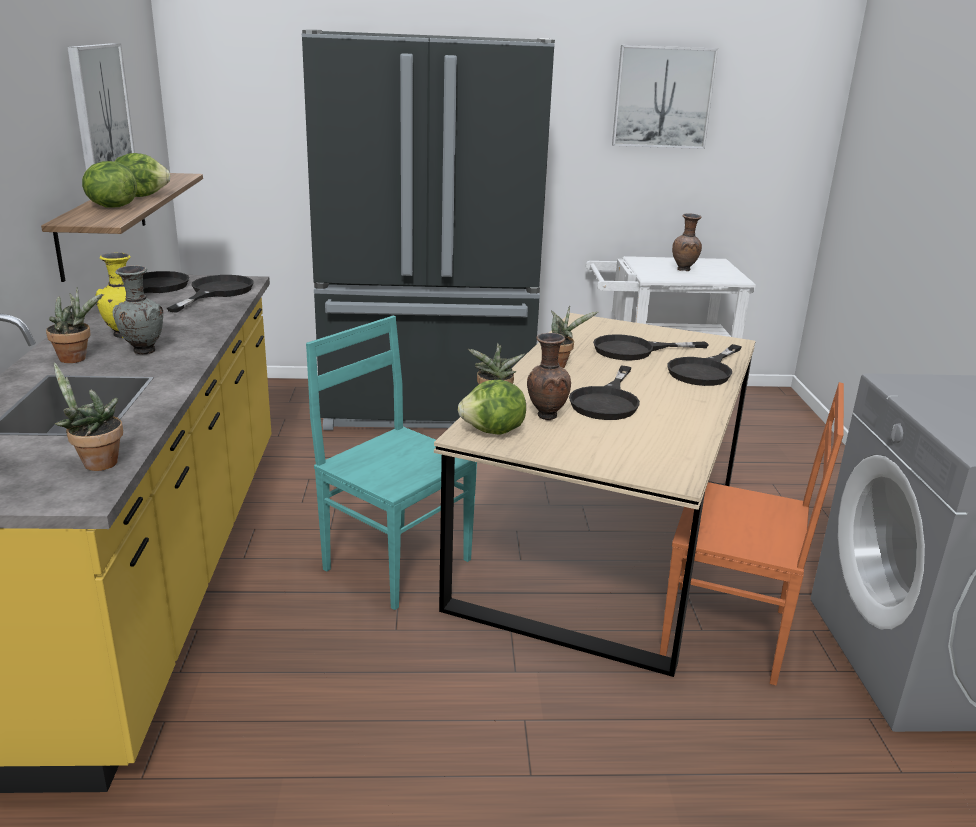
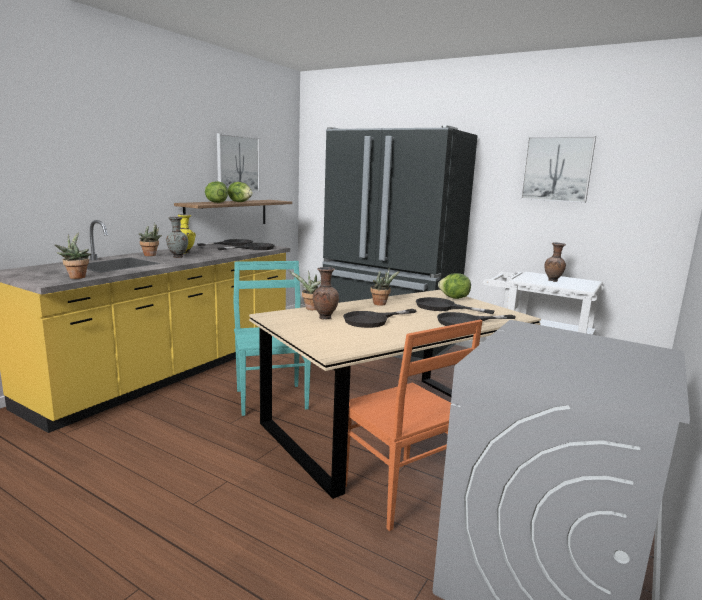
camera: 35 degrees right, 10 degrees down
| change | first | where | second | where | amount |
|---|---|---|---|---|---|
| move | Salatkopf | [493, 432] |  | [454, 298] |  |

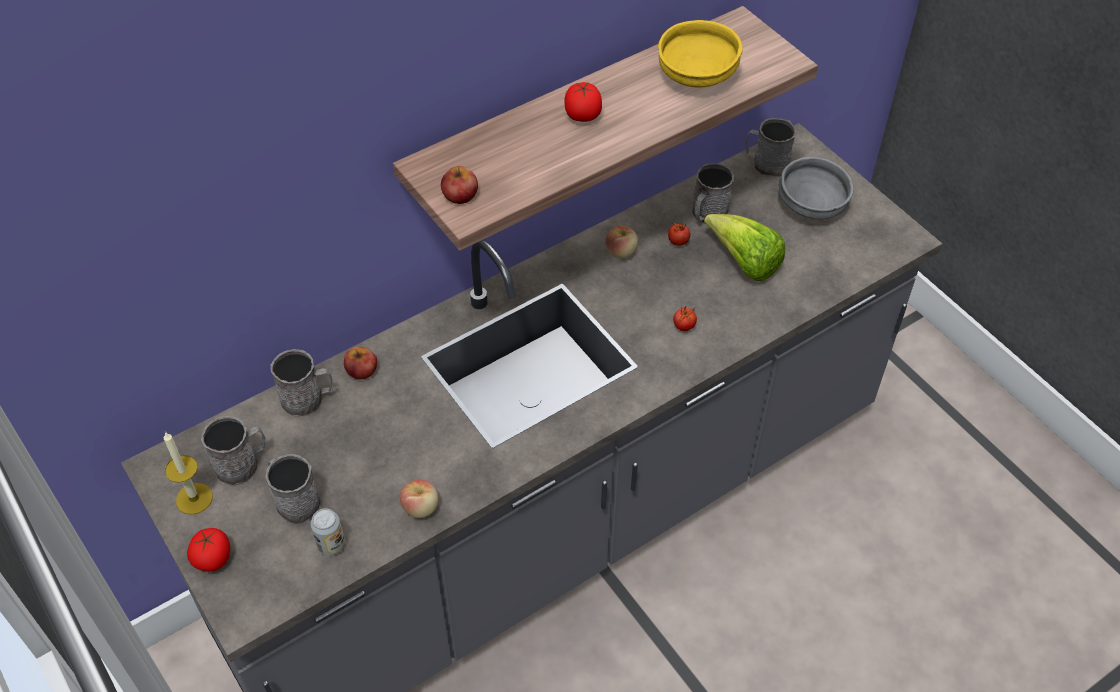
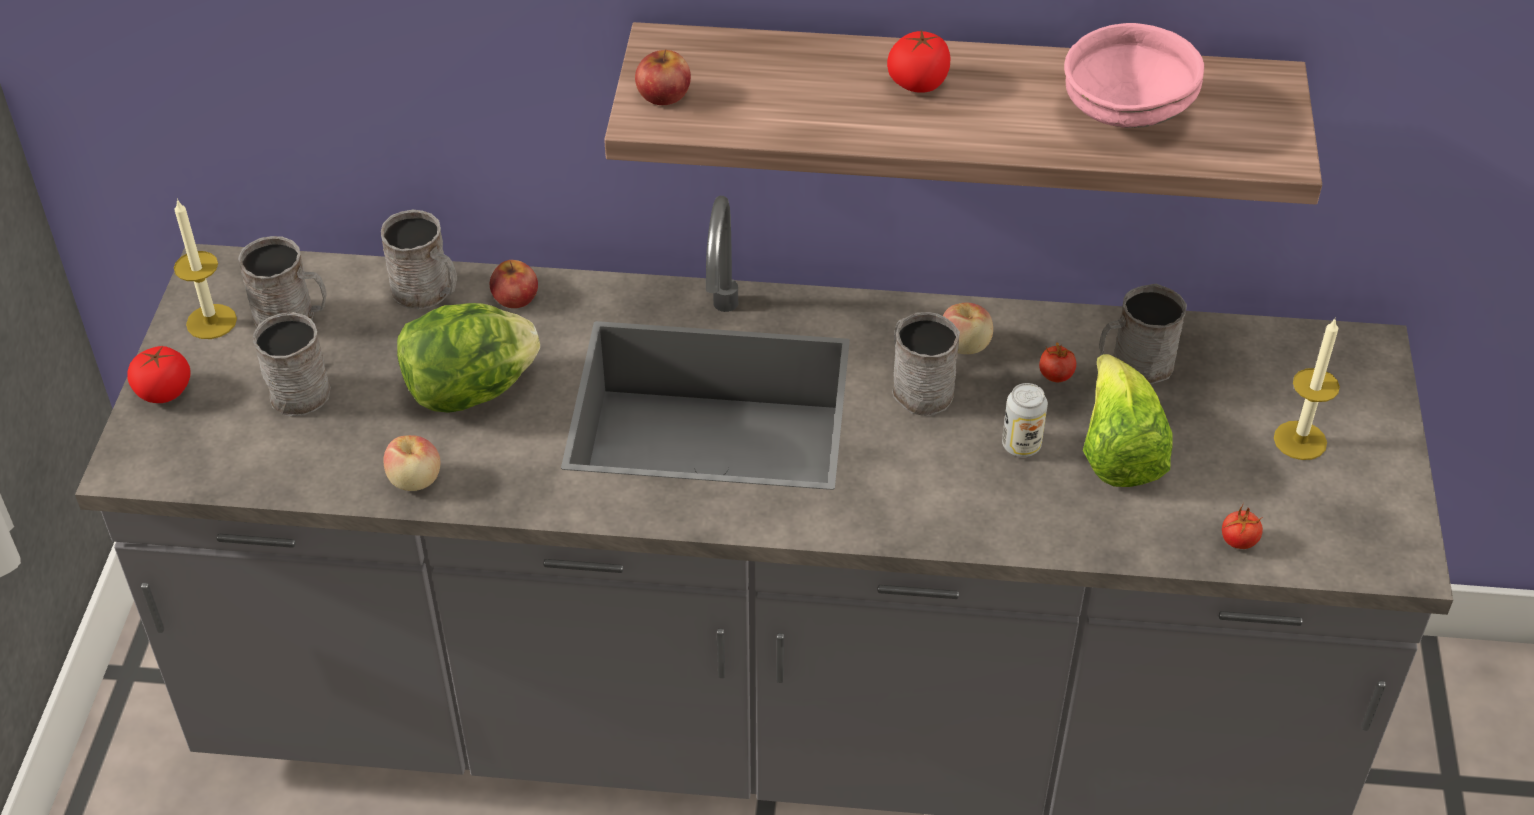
camera: 40 degrees right, 5 degrees down
| change | first | where | second | where | amount |
|---|---|---|---|---|---|
| move | Dose | [331, 545] |  | [1021, 445] |  |
| recolor | Schüssel [gelb] | [695, 76] | Schüssel [rosa] | [1124, 112] |  |
| move | Tomate | [684, 326] |  | [1238, 542] |  |
| move | Henkelbecher [grau] | [765, 164] |  | [917, 387] |  |
| replace | Schüssel [grau] | [812, 207] | Kerze | [1300, 440] |  |
| insert |  |  | Salatkopf | [470, 390] |  |

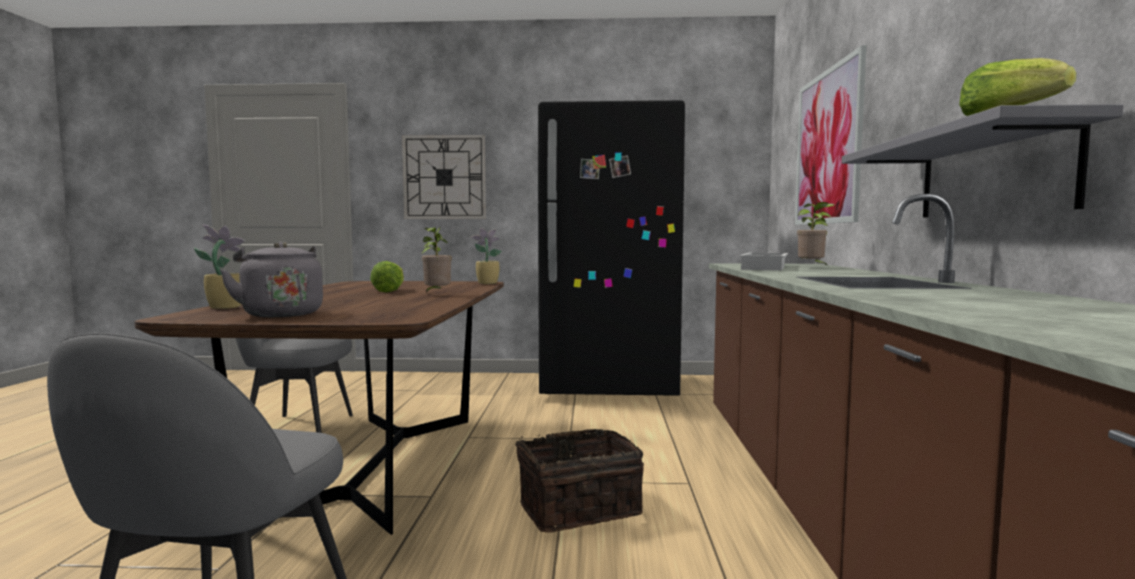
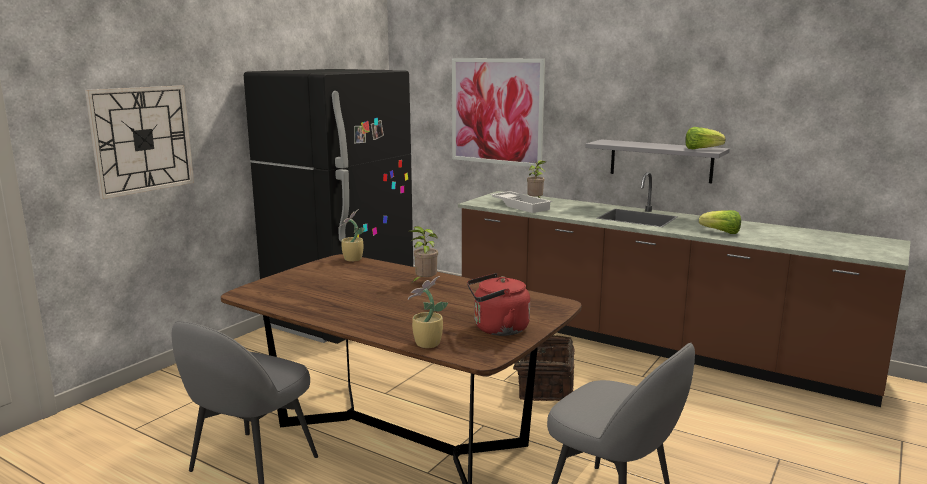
camera: 60 degrees left, 10 degrees up
| change | first | where | second | where | amount |
|---|---|---|---|---|---|
| recolor | Wasserkessel [grau] | [280, 314] | Wasserkessel [rot] | [497, 329] |  |
| move | Salatkopf | [389, 291] |  | [721, 232] |  |

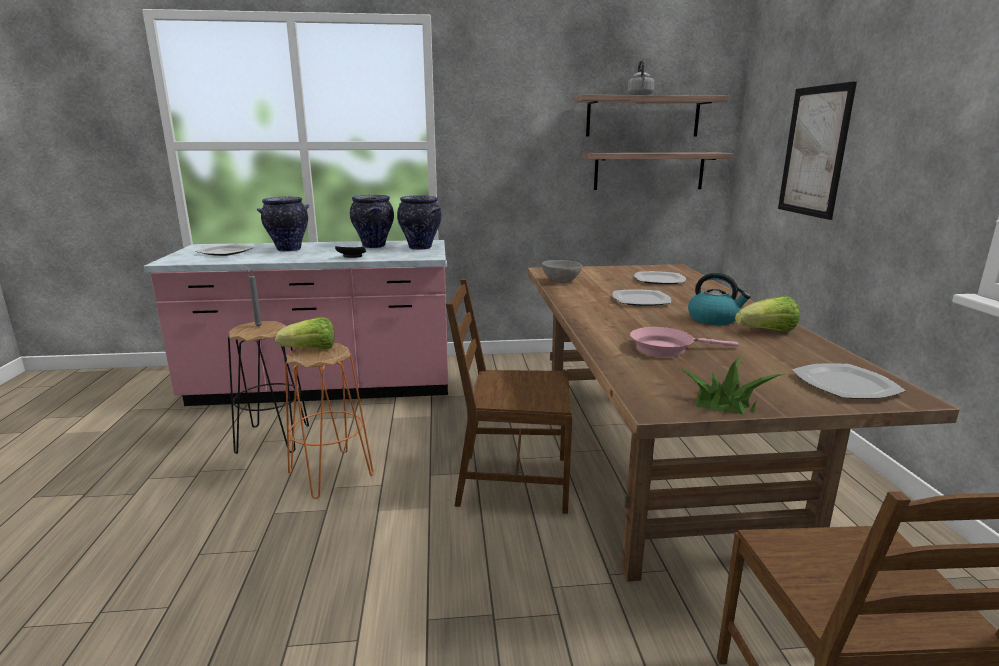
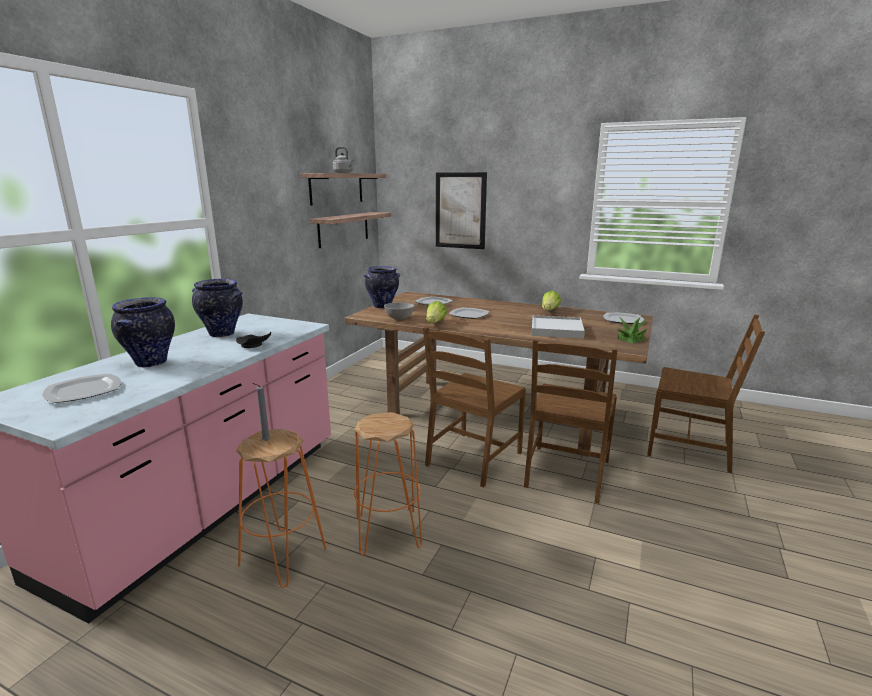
camera: 60 degrees left, 0 degrees up
| change | first | where | second | where | amount |
|---|---|---|---|---|---|
| recolor | Hocker [schwarz] | [273, 439] | Hocker [orange] | [282, 556] |  |
| move | Salatkopf | [310, 350] |  | [435, 323] |  |
| move | Vase | [421, 248] |  | [383, 306] |  |
| replace | Pfanne [rosa] | [666, 348] | Tablett [weiß] | [556, 330] |  |
| delete | Wasserkessel | [714, 319] |  |  |  |
| insert |  |  | Stuhl [braun] | [567, 473] |  |

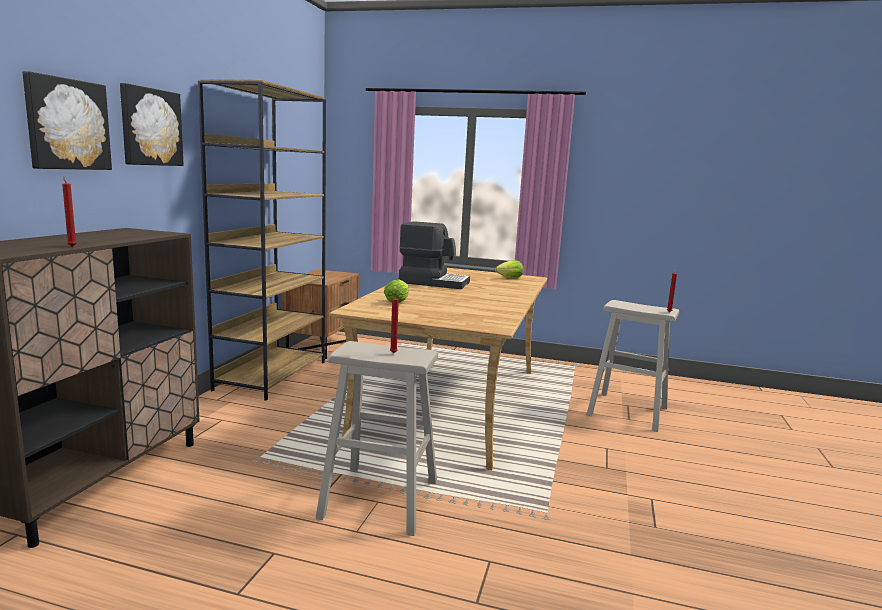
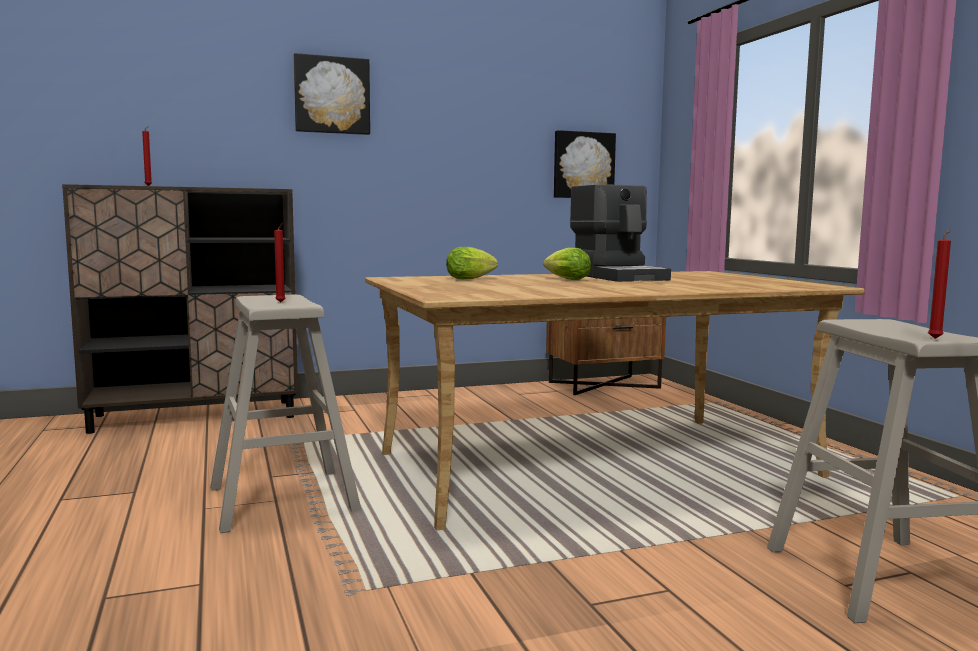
camera: 55 degrees right, 5 degrees down
| change | first | where | second | where | amount |
|---|---|---|---|---|---|
| move | Bild | [67, 124] |  | [583, 165] |  |
| delete | Bücherregal [braun] | [271, 375] |  |  |  |
| move | Salatkopf | [508, 278] |  | [565, 279] |  |

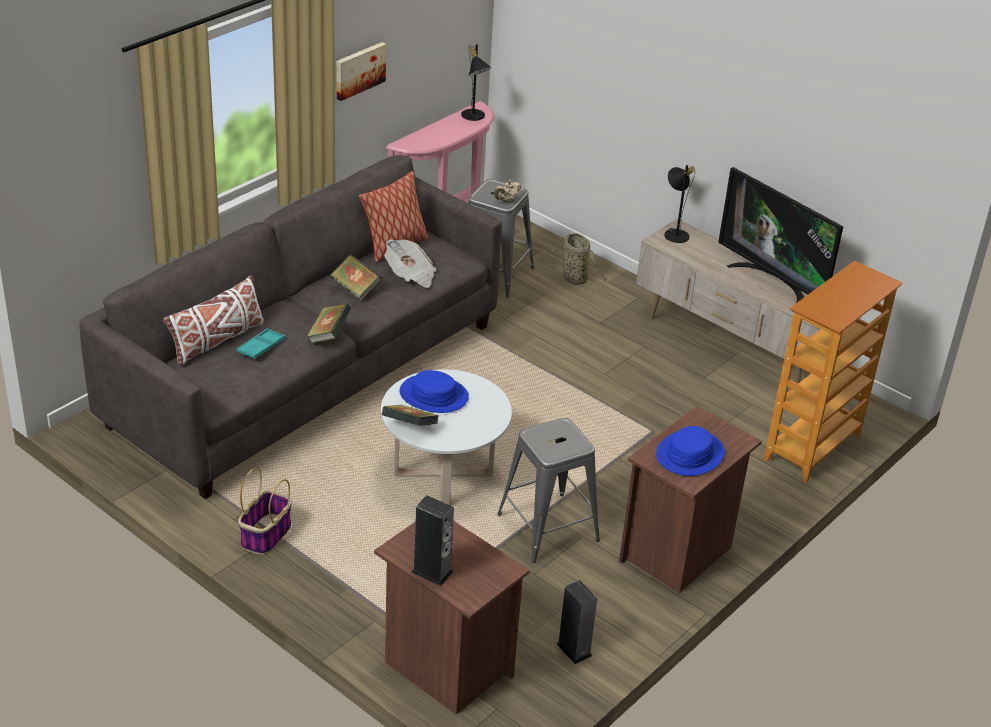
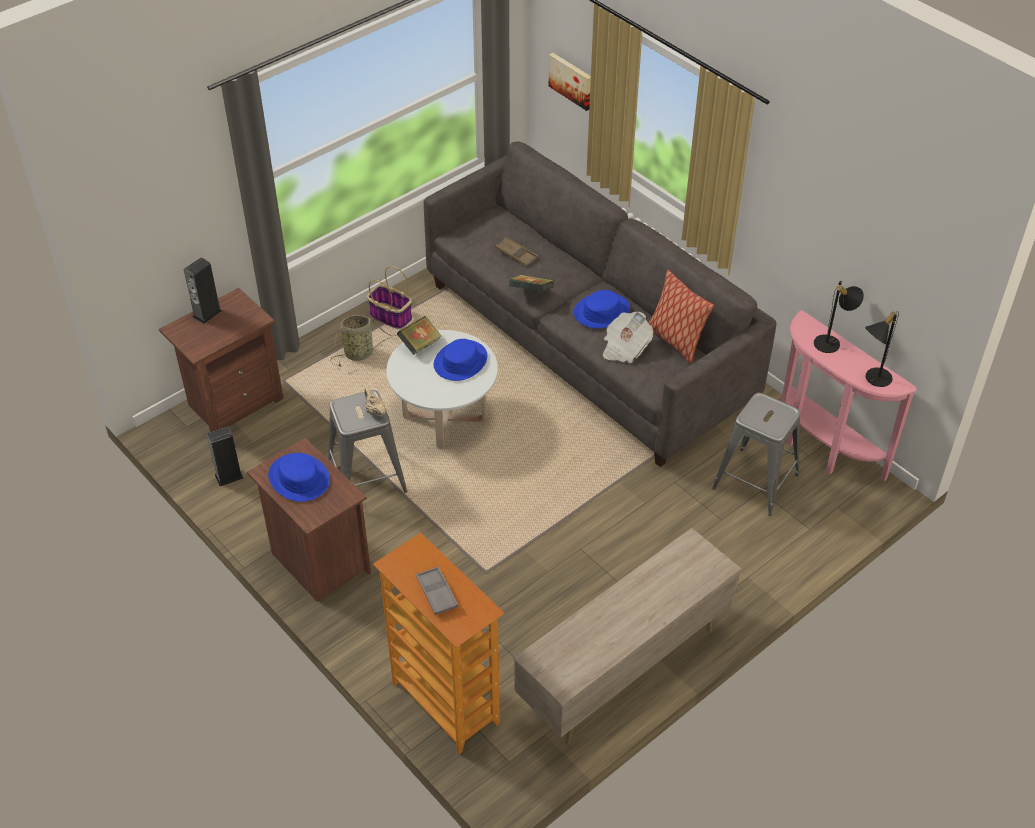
camera: 100 degrees right, 10 degrees up
| change | first | where | second | where | amount |
|---|---|---|---|---|---|
| delete | Kissen [weiß] | [217, 341] |  |  |  |
| recolor | Tablett [türkis] | [261, 347] | Tablett [braun] | [516, 254] |  |
| replace | Buch | [356, 289] | Hut [blau] | [601, 311] |  |
| move | Bild | [359, 70] |  | [571, 80] |  |
| move | Teekanne [beige] | [507, 201] |  | [374, 411] |  |
| move | Korb | [573, 277] |  | [361, 353] |  |
| move | Tischlampe [schwarz] | [675, 233] |  | [832, 343] |  |
| delete | Fernseher | [773, 281] |  |  |  |
| insert |  |  | Tablett [grau] | [436, 593] |  |

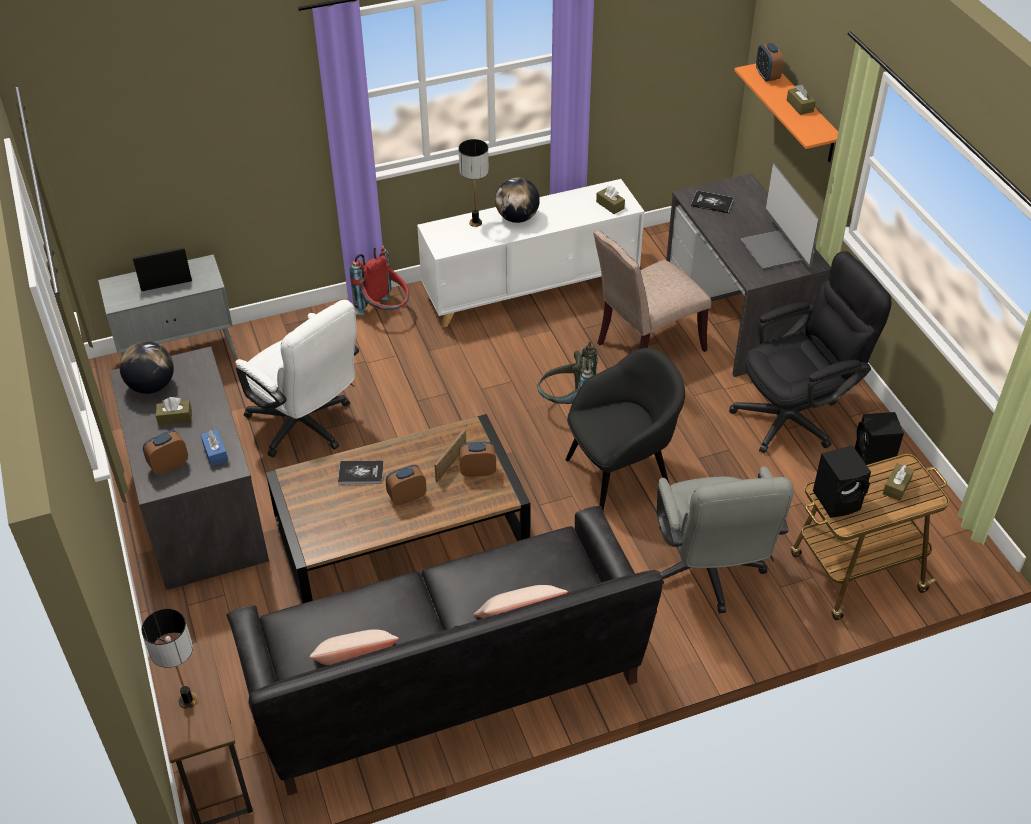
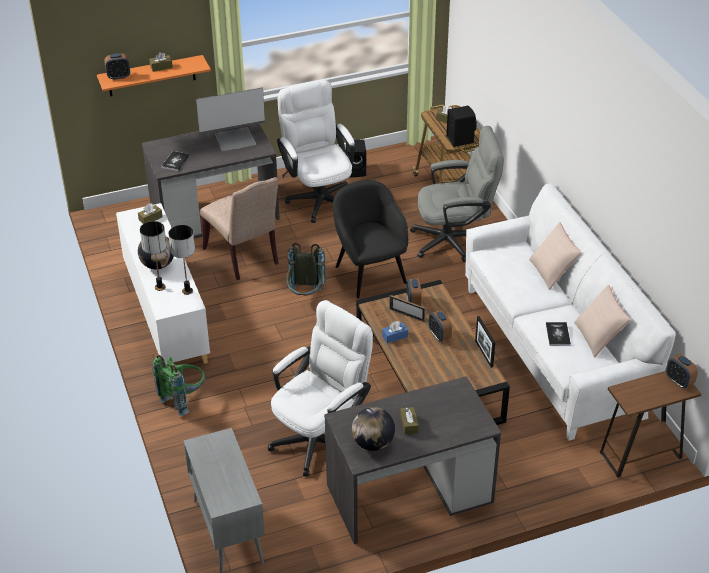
camera: 90 degrees left, 5 degrees down
| change | first | where | second | where | amount |
|---|---|---|---|---|---|
| move | Bilderrahmen | [166, 285] |  | [484, 353] |  |
| move | Tischlampe | [187, 701] |  | [187, 291] |  |
| move | Wecker | [169, 465] |  | [679, 381] |  |
| move | Taschentuchbox [blau] | [215, 452] |  | [395, 336] |  |
| recolor | Sofa [schwarz] | [448, 683] | Sofa [weiß] | [553, 350] |  |
| move | Buch | [361, 473] |  | [557, 334] |  |
| recolor | Rucksack [rot] | [385, 312] | Rucksack [grün] | [183, 398] |  |
| recolor | Bürostuhl [schwarz] | [796, 415] | Bürostuhl [weiß] | [318, 196] |  |

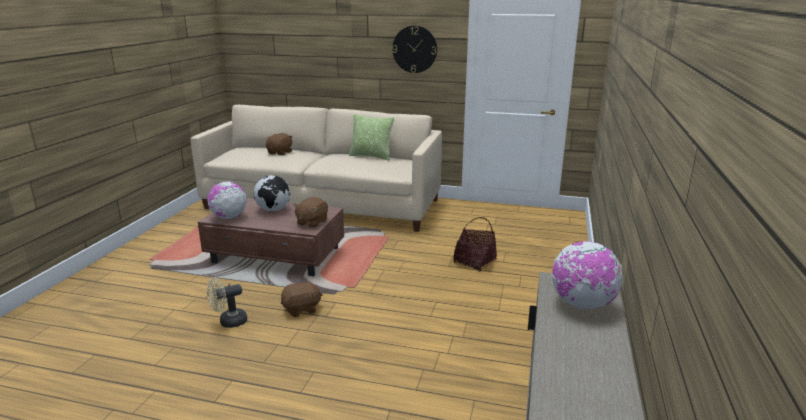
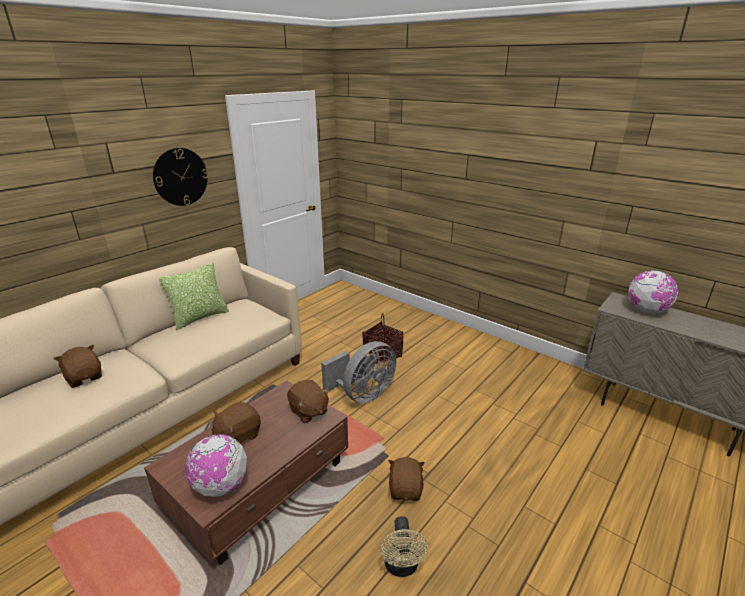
camera: 65 degrees left, 5 degrees up
| change | first | where | second | where | amount |
|---|---|---|---|---|---|
| replace | Globus | [273, 210] | Plüschtier [braun] | [238, 436] |  |
| insert |  |  | Ventilator [grau] | [363, 395] |  |

